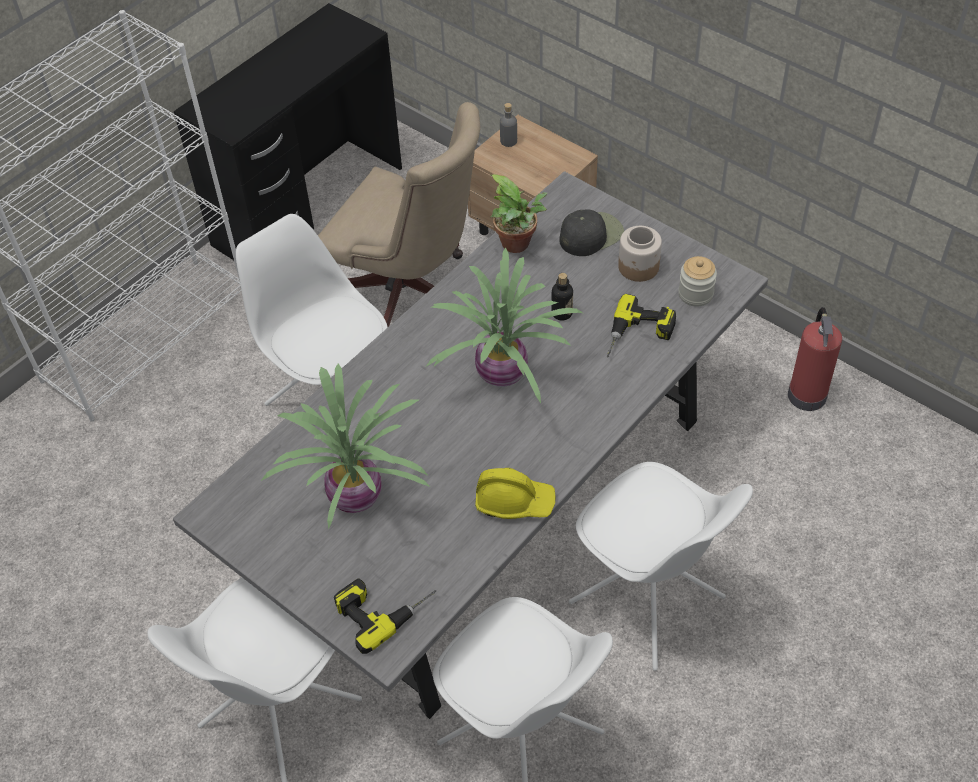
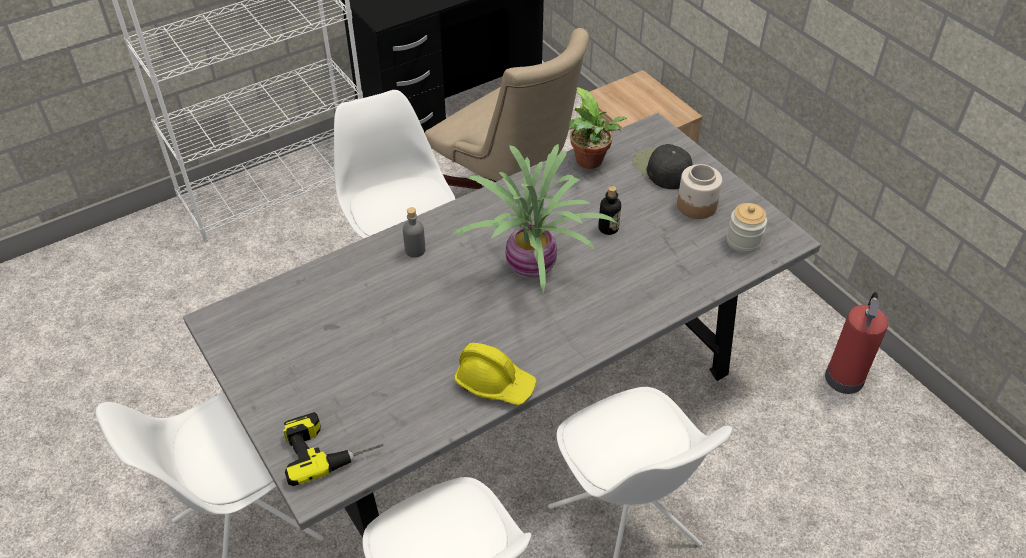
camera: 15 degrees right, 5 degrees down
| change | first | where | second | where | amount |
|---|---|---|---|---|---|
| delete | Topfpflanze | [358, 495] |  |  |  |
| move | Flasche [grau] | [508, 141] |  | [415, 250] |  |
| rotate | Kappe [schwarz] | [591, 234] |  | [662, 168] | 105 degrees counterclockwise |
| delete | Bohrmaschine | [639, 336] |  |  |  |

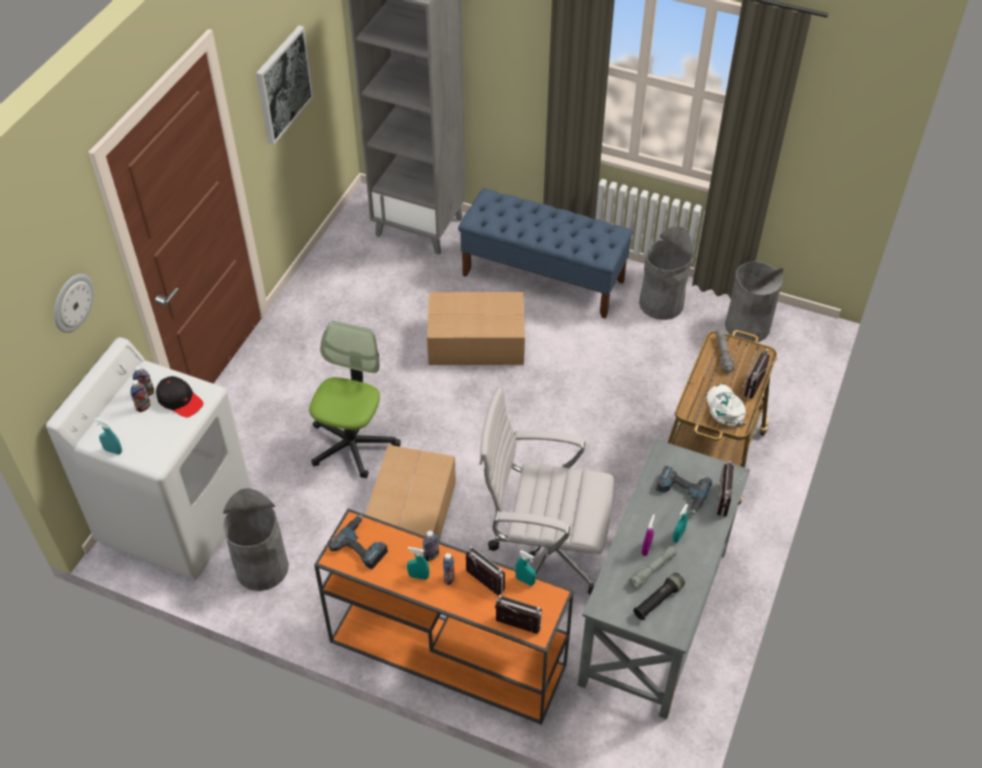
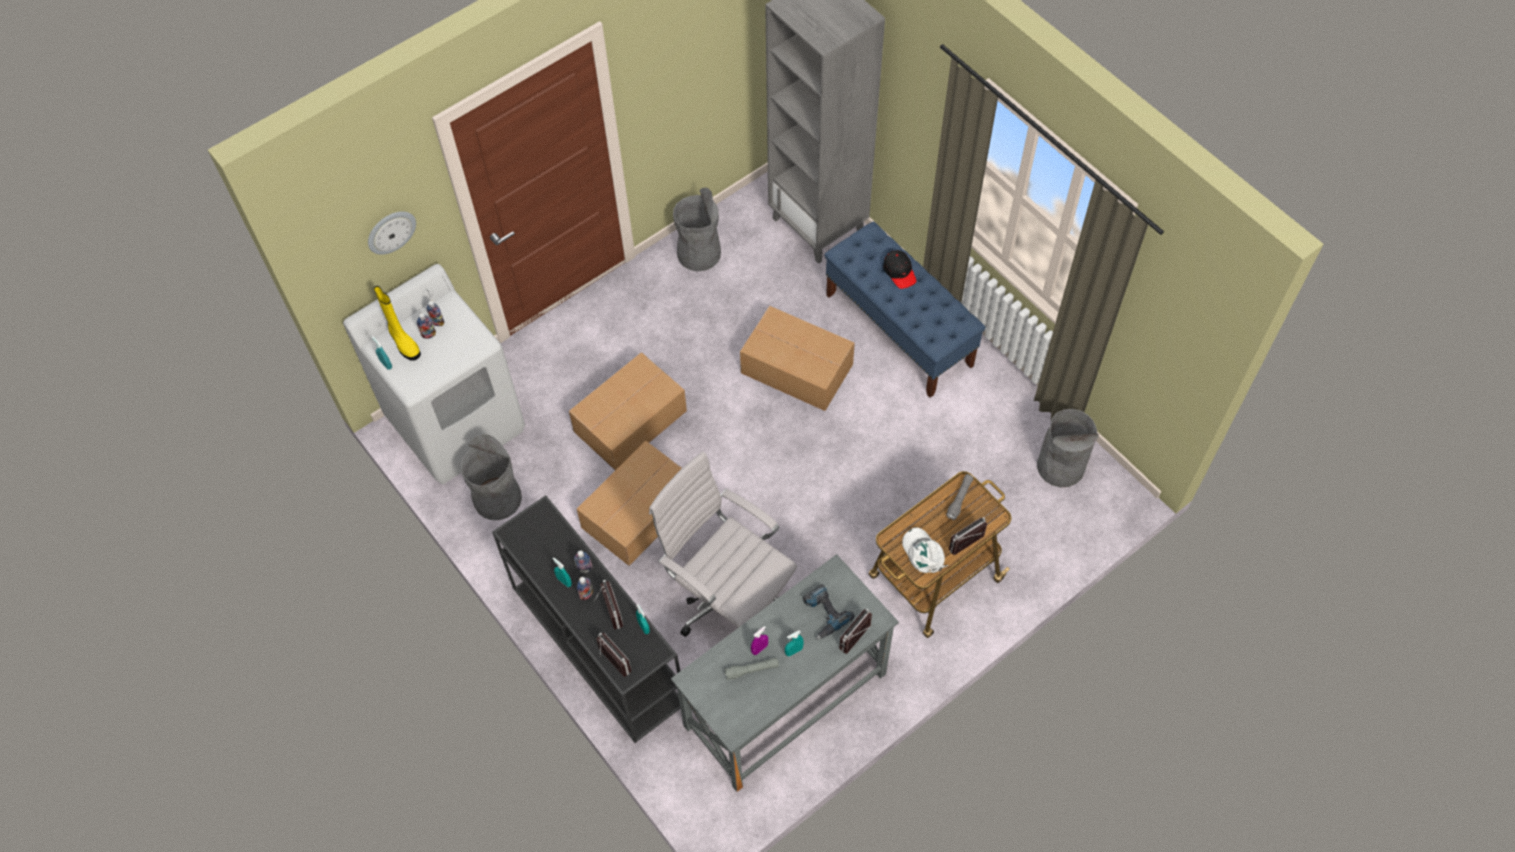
camera: 30 degrees right, 10 degrees up
| change | first | where | second | where | amount |
|---|---|---|---|---|---|
| move | Kappe [schwarz] | [180, 400] |  | [899, 272] |  |
| delete | Bild | [283, 84] |  |  |  |
| replace | Bürostuhl | [352, 444] | Karton | [632, 420] |  |
| recolor | Konsolentisch [orange] | [445, 653] | Konsolentisch [schwarz] | [596, 644] |  |
| delete | Bohrmaschine | [362, 545] |  |  |  |
| delete | Taschenlampe [schwarz] | [658, 600] |  |  |  |
| move | Mülleimer [grau] | [661, 303] |  | [699, 253] |  |
| rotate | Kappe [weiß] | [725, 408] |  | [923, 553] | 45 degrees counterclockwise |
| insert |  |  | Stiefel [gelb] | [403, 343] |  |

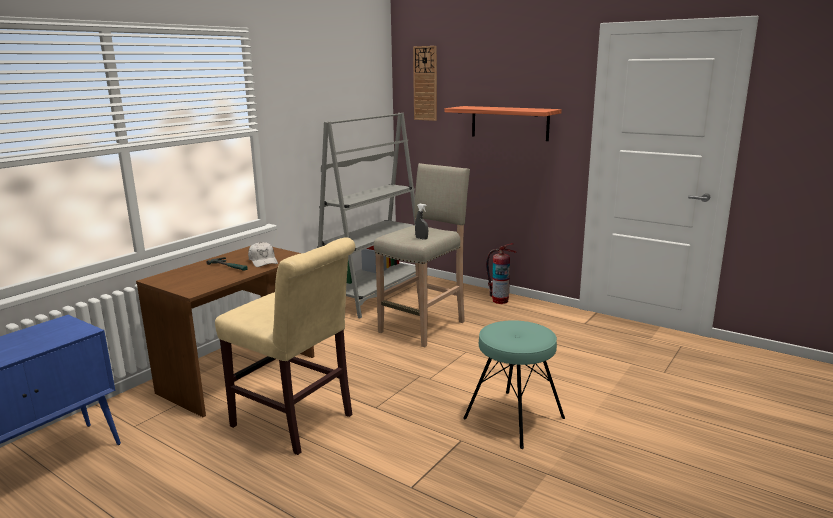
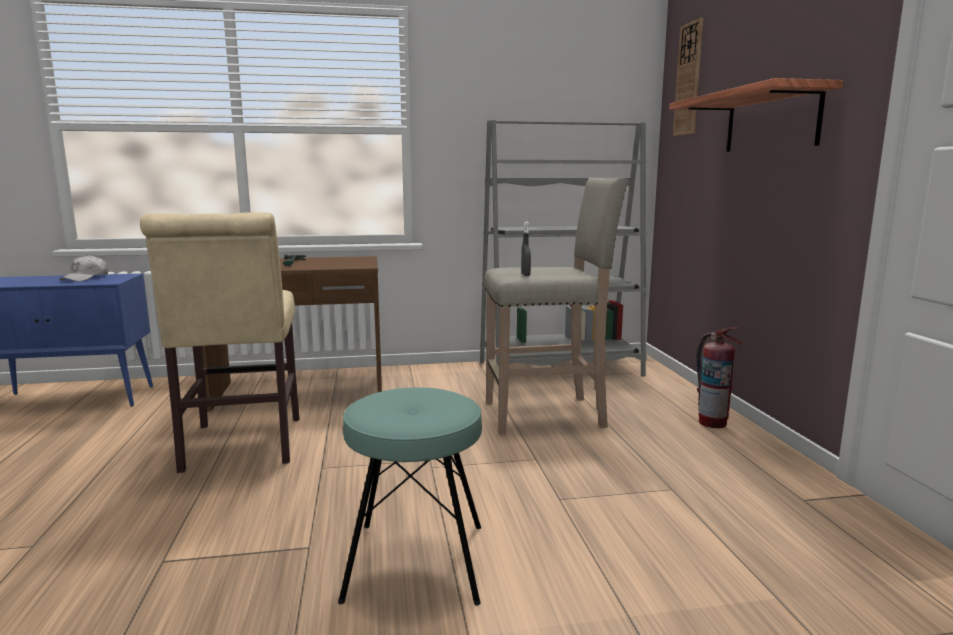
camera: 45 degrees right, 5 degrees down
| change | first | where | second | where | amount |
|---|---|---|---|---|---|
| move | Kappe [weiß] | [263, 261] |  | [86, 278] |  |

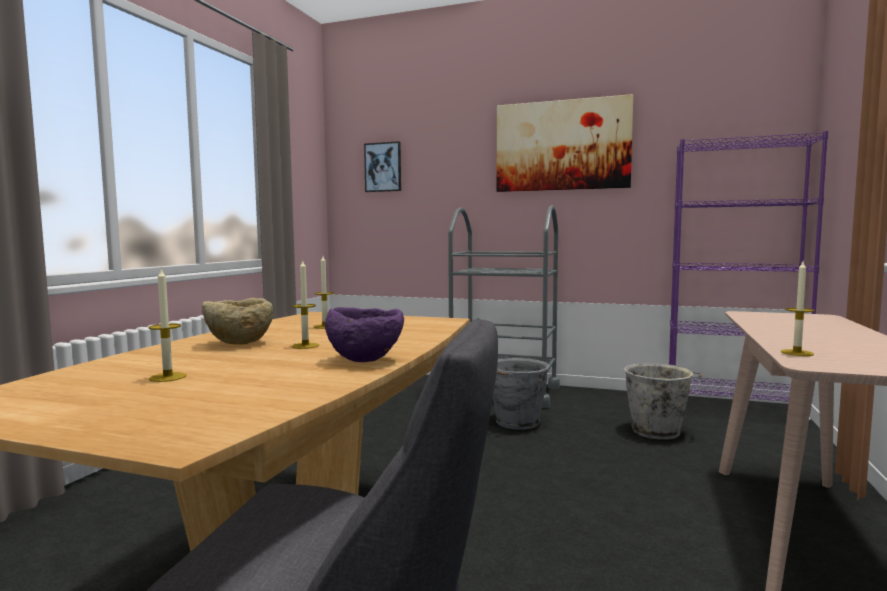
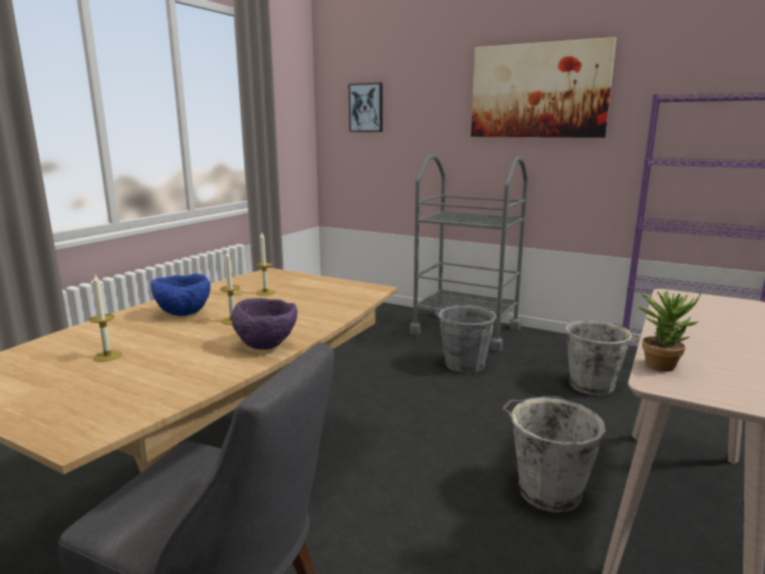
camera: 10 degrees right, 10 degrees up
| change | first | where | second | where | amount |
|---|---|---|---|---|---|
| recolor | Schüssel [beige] | [239, 343] | Schüssel [blau] | [183, 313] |  |
| replace | Kerze | [797, 353] | Topfpflanze | [660, 364] |  |
| insert |  |  | Eimer [grau] | [546, 491] |  |

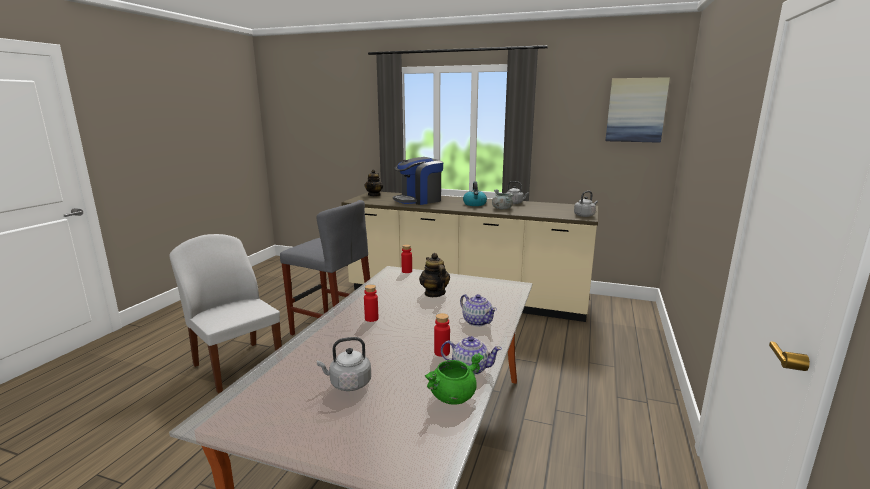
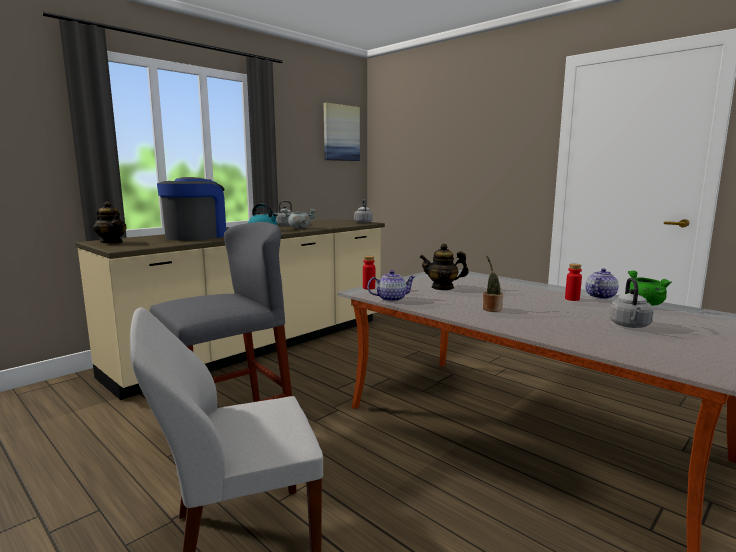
camera: 65 degrees left, 5 degrees down
| change | first | where | second | where | amount |
|---|---|---|---|---|---|
| replace | Flasche [rot] | [371, 319] | Topfpflanze | [491, 309] |  |
| rotate | Kaffeemaschine | [419, 200] |  | [197, 236] | 150 degrees counterclockwise |
| move | Teekanne | [477, 321] |  | [391, 299] |  |

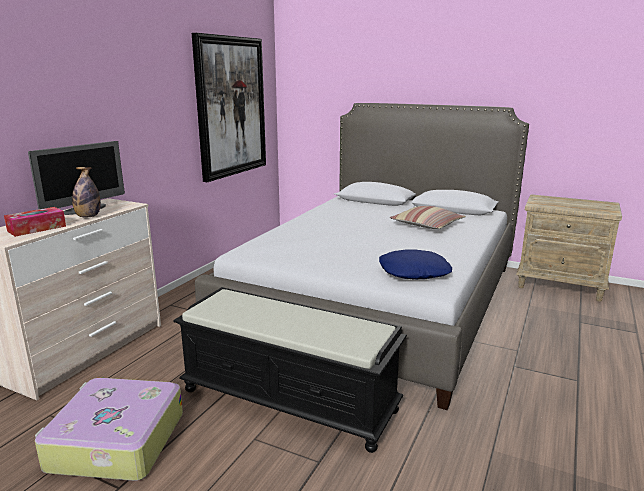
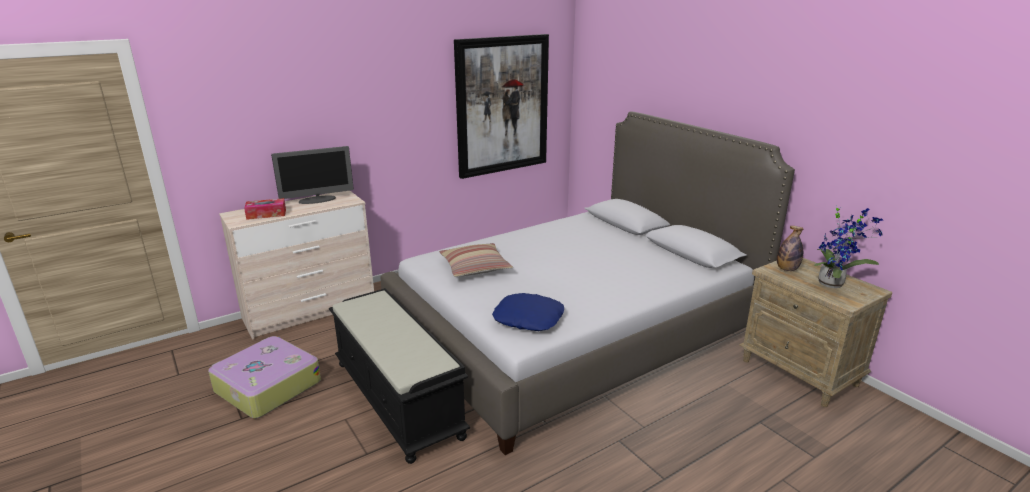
camera: 30 degrees right, 5 degrees up
| change | first | where | second | where | amount |
|---|---|---|---|---|---|
| move | Flasche | [88, 216] |  | [787, 269] |  |
| move | Kissen | [427, 225] |  | [475, 267] |  |
| insert |  |  | Topfpflanze | [833, 283] |  |

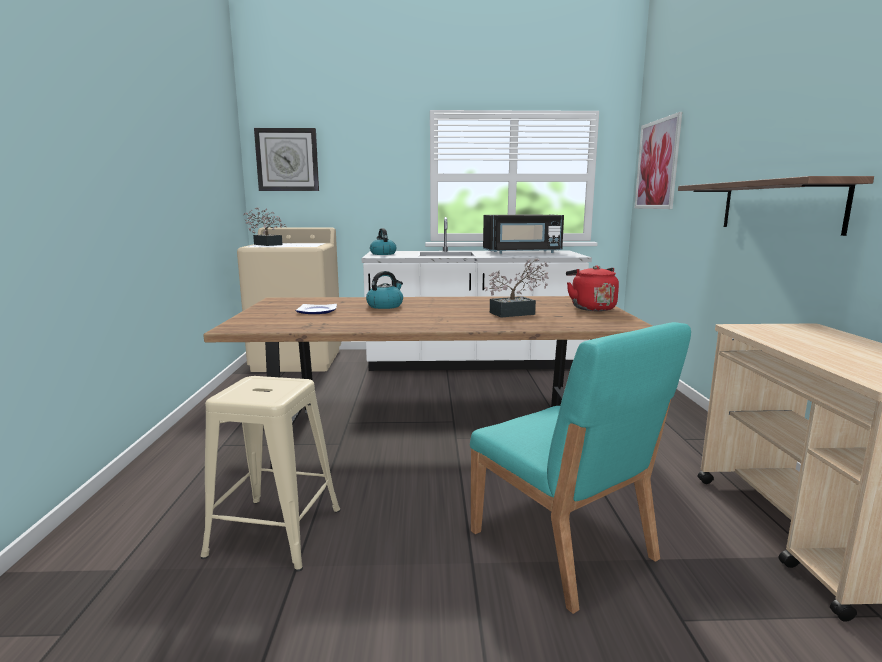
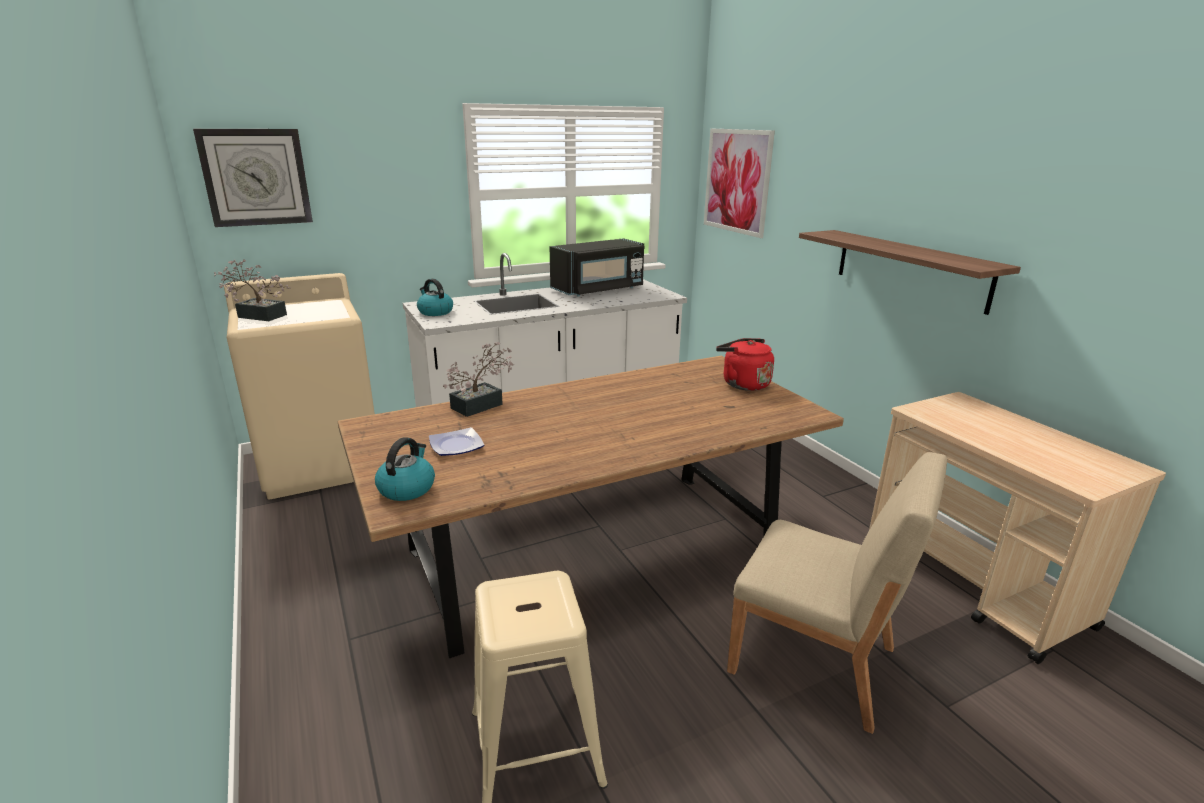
camera: 25 degrees left, 10 degrees up
| change | first | where | second | where | amount |
|---|---|---|---|---|---|
| move | Wasserkessel | [385, 306] |  | [407, 488] |  |
| recolor | Stuhl [türkis] | [562, 546] | Stuhl [beige] | [814, 661] |  |
| move | Topfpflanze | [517, 313] |  | [482, 404] |  |

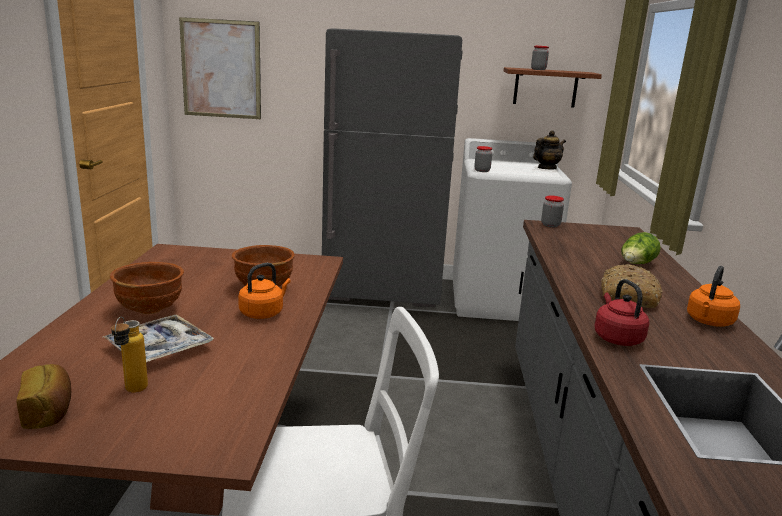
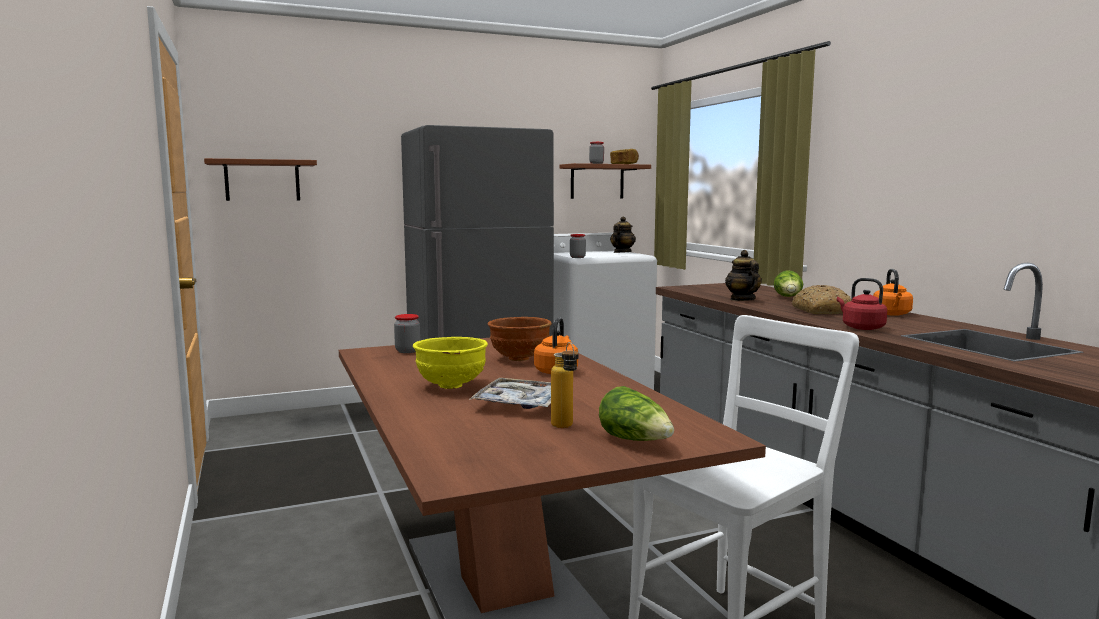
camera: 25 degrees left, 10 degrees down
| change | first | where | second | where | amount |
|---|---|---|---|---|---|
| move | Brot | [49, 411] |  | [624, 164] |  |
| recolor | Schüssel [braun] | [151, 310] | Schüssel [gelb] | [452, 386] |  |
| replace | Bild | [221, 69] | Wandregal [braun] | [262, 180] |  |
| move | Vorratsglas | [550, 225] |  | [407, 351] |  |
| insert |  |  | Salatkopf | [636, 441] |  |
| insert |  |  | Teekanne | [742, 299] |  |

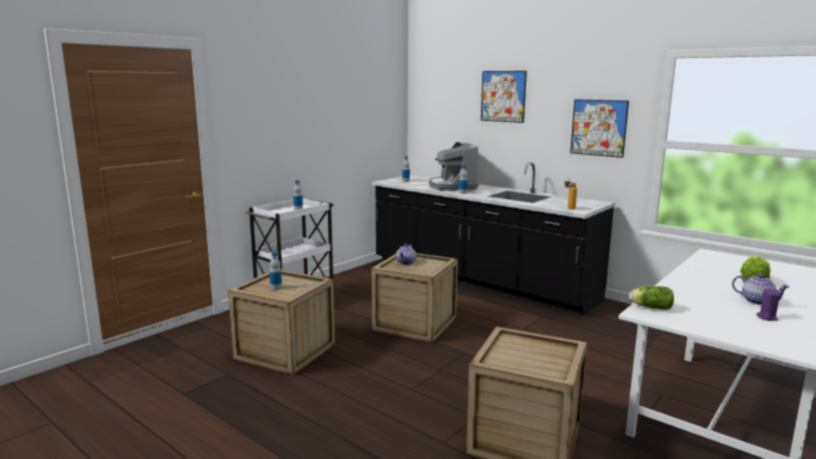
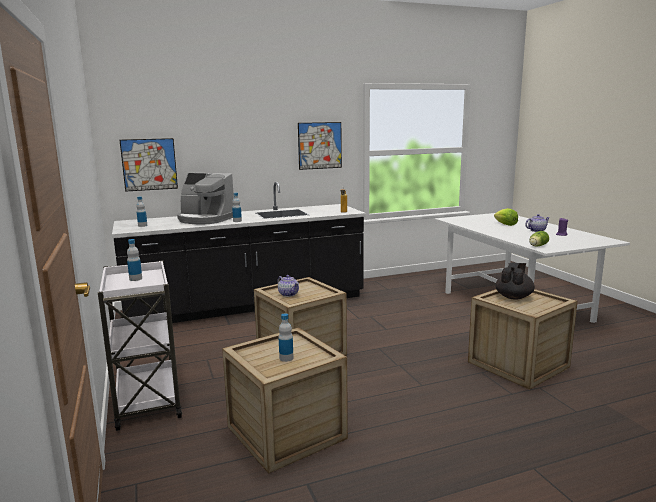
camera: 60 degrees left, 0 degrees up
| change | first | where | second | where | amount |
|---|---|---|---|---|---|
| move | Bild | [503, 96] |  | [149, 164] |  |
| insert |  |  | Teekanne [schwarz] | [513, 297] |  |

